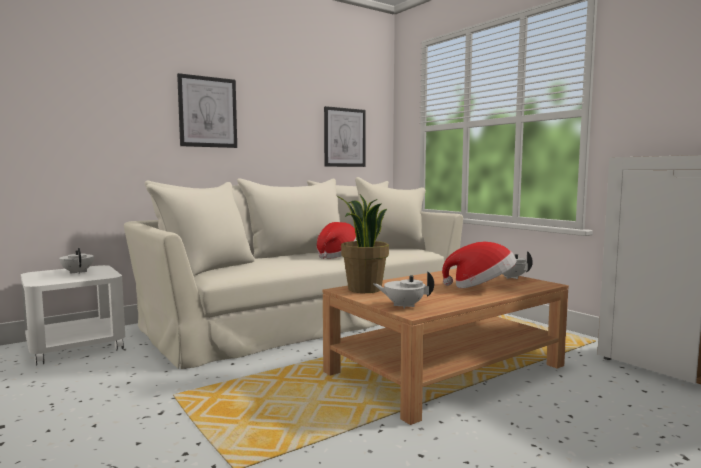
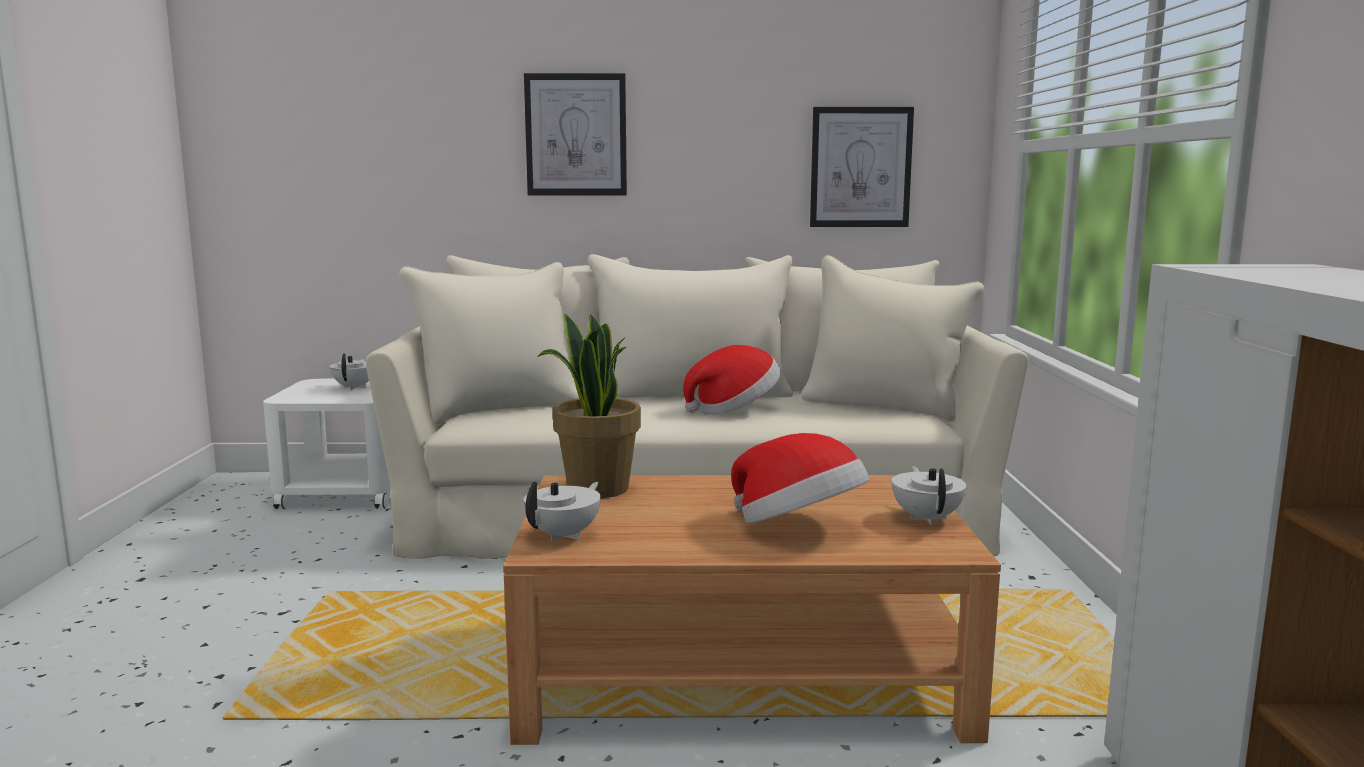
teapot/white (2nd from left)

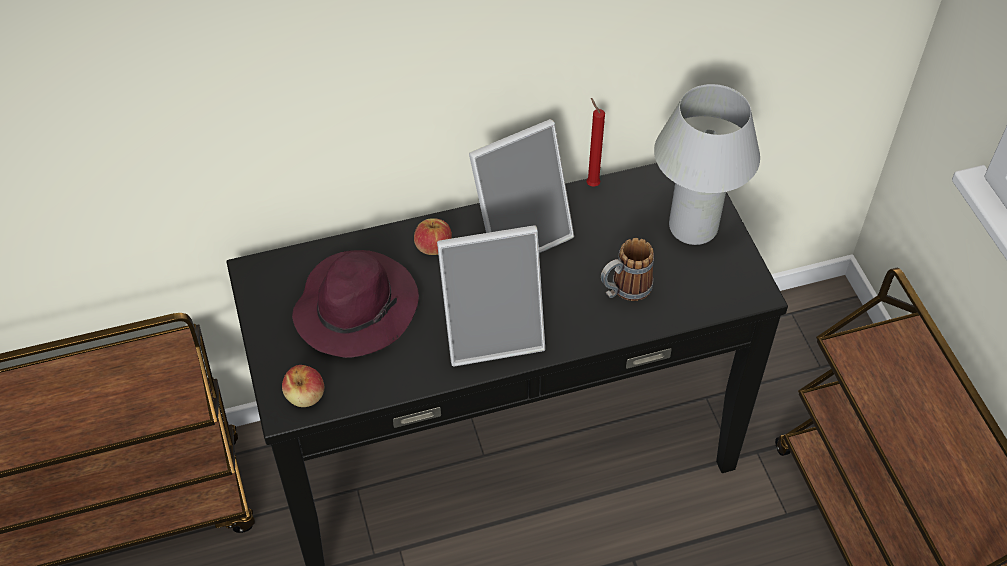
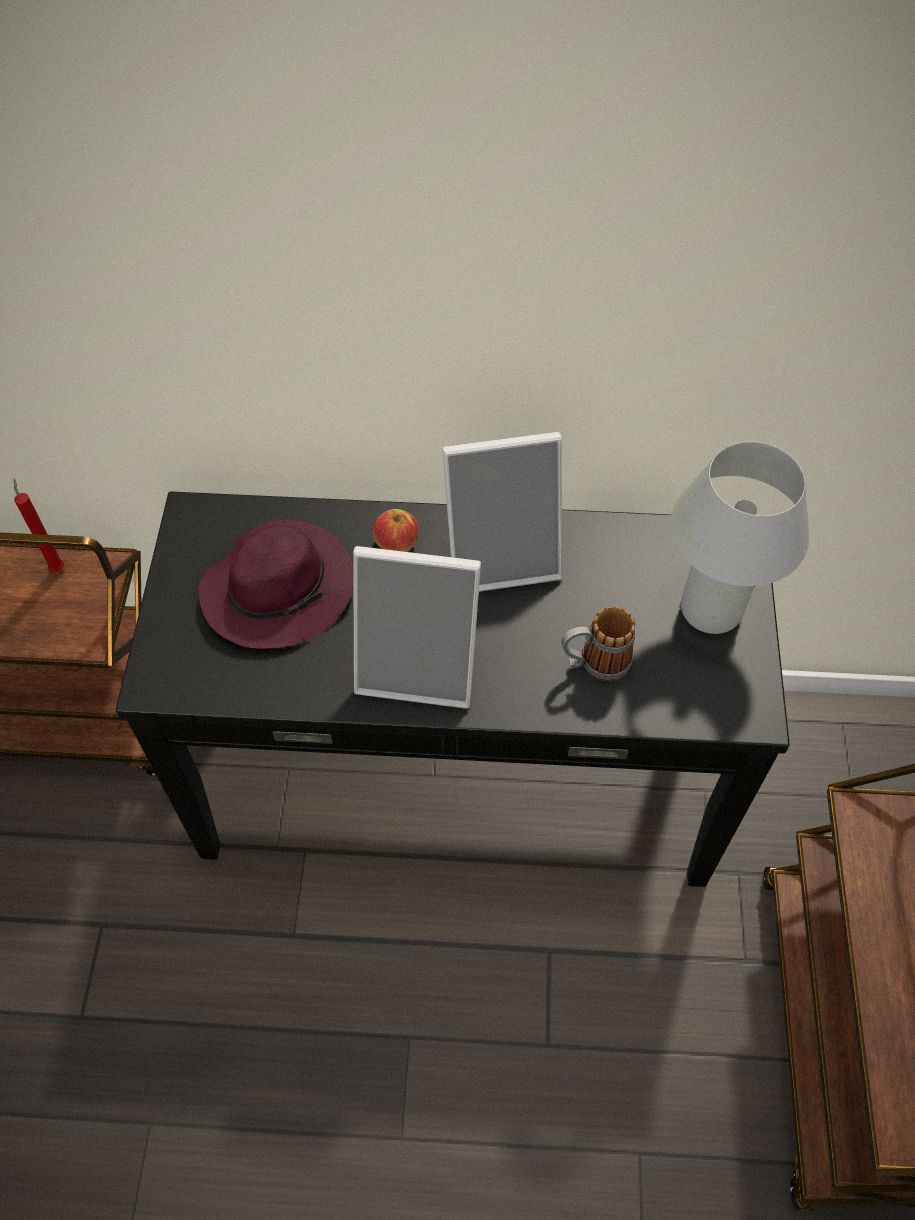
apple (1st from left in the first image)
candle/red

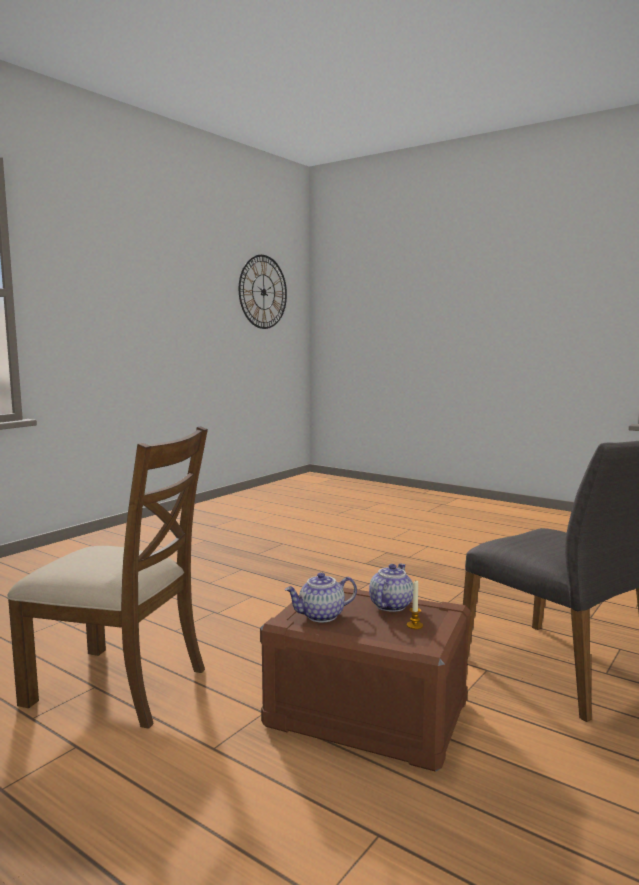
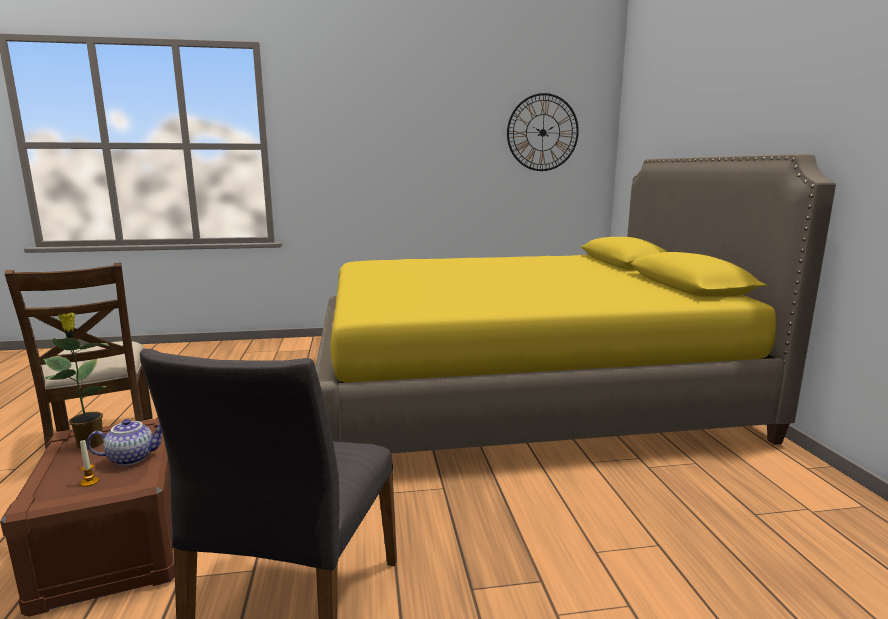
bed/yellow
potted plant

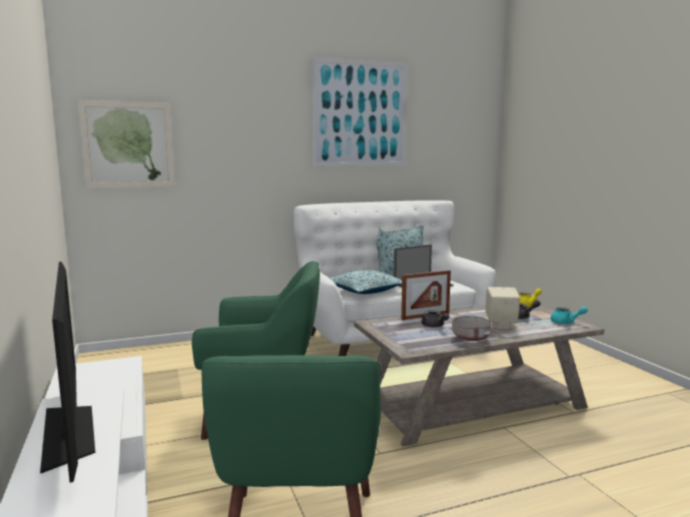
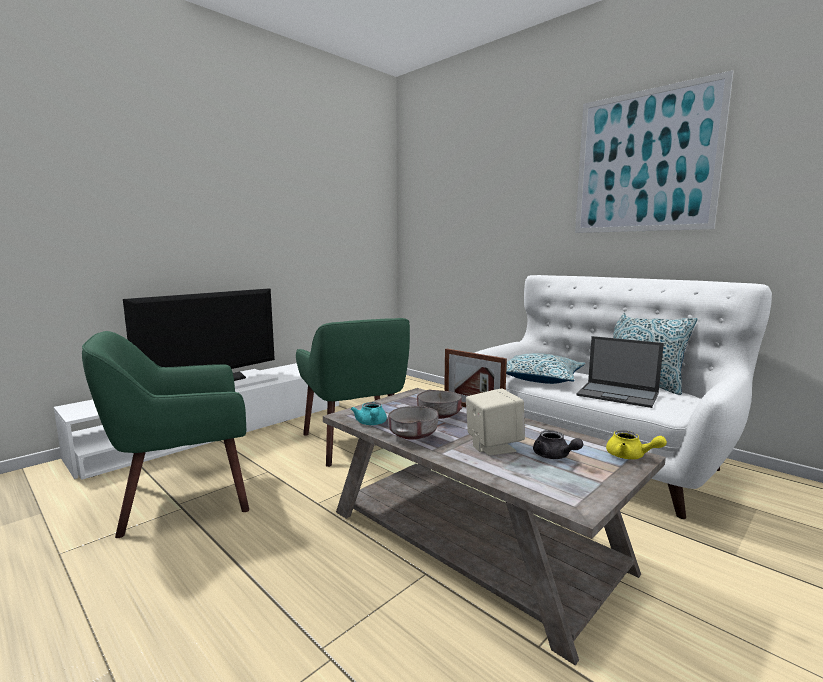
picture (1st from left in the first image)
teapot/turquoise
bowl/grey (2nd from left)

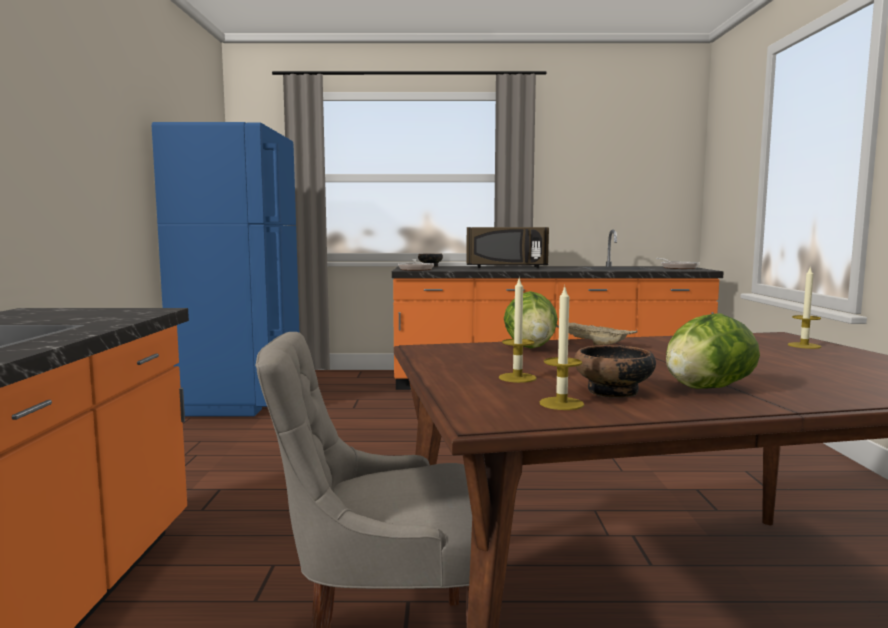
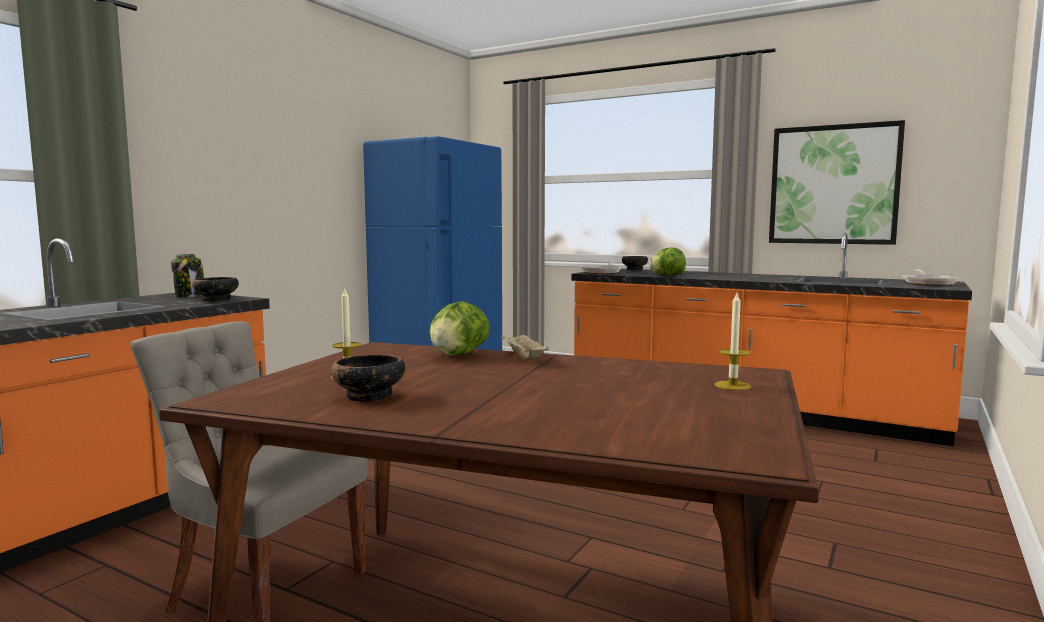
microwave/brown
candle (2nd from left in the first image)
jar
bowl (1st from left)
picture
lettuce (2nd from left)

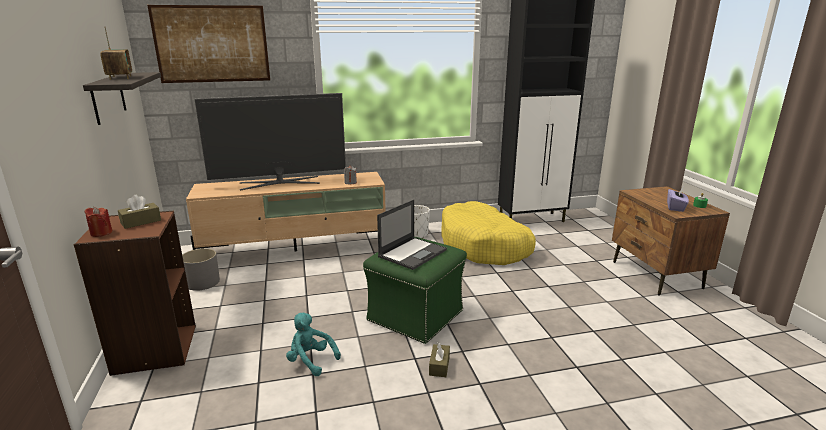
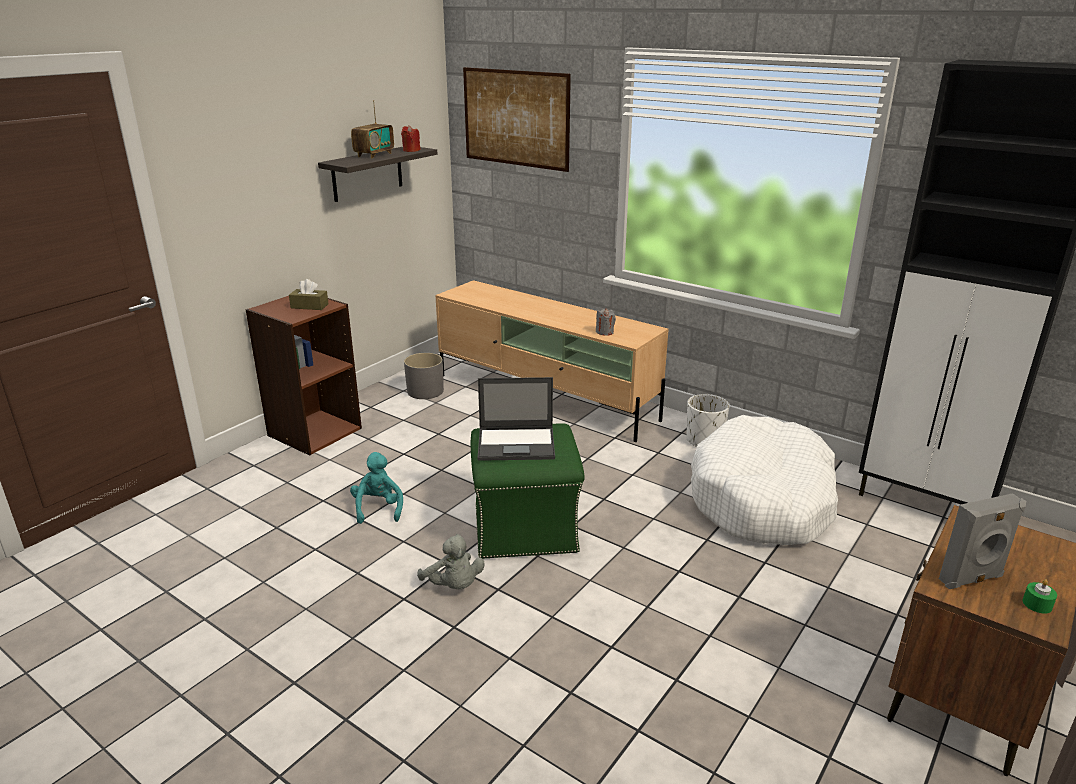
television
candle/red
plush toy/grey
speaker/grey
dog bed/white

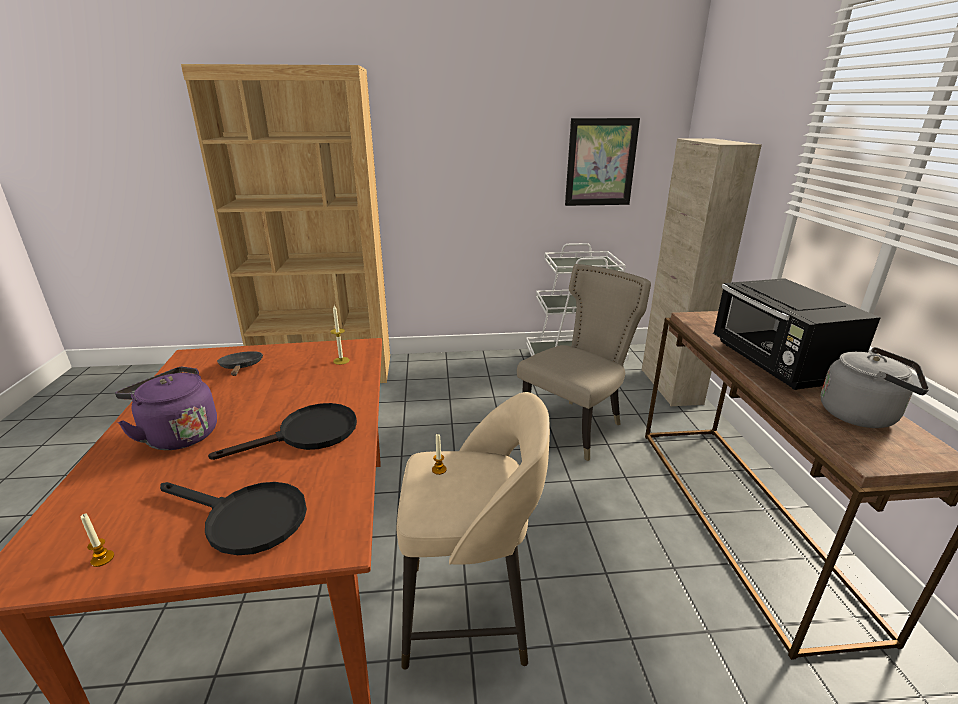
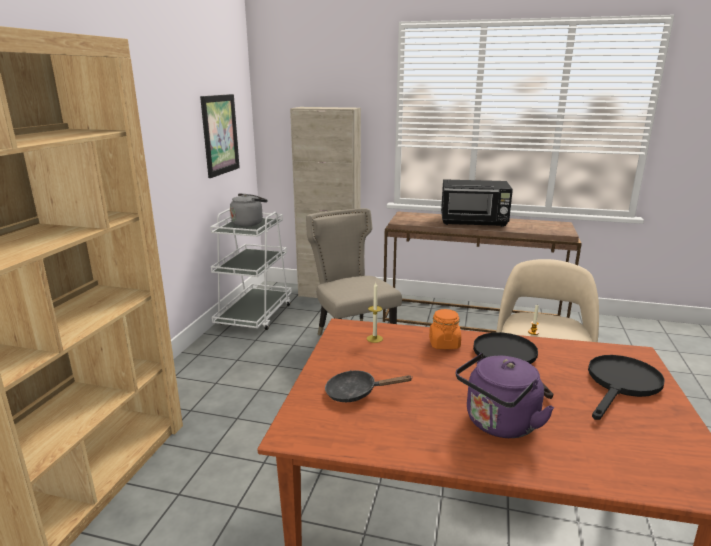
candle (1st from left in the first image)
jar/orange
kettle/grey

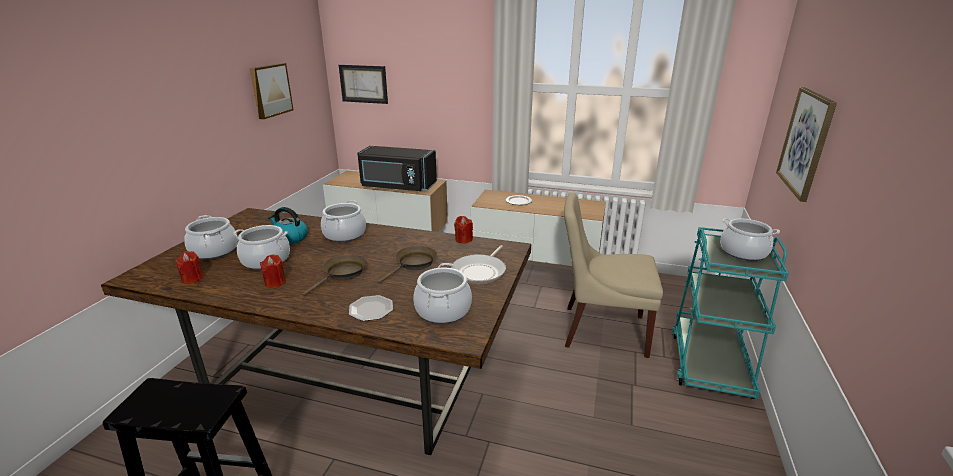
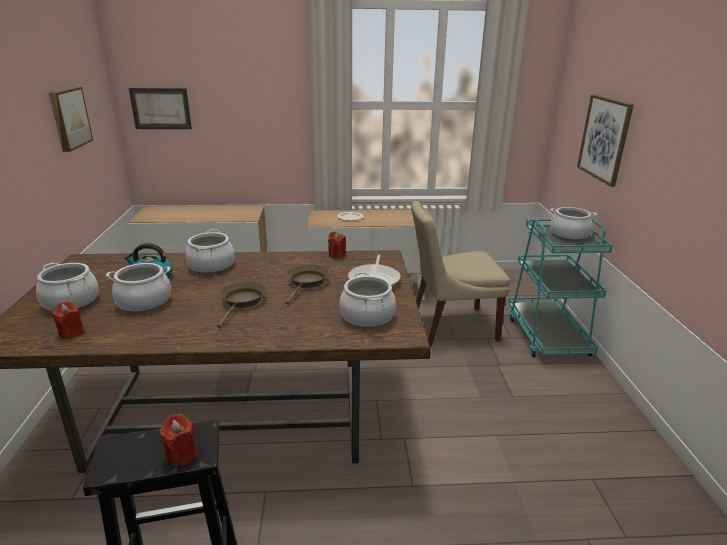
plate (1st from left in the first image)
microwave/black
candle/red (2nd from left)

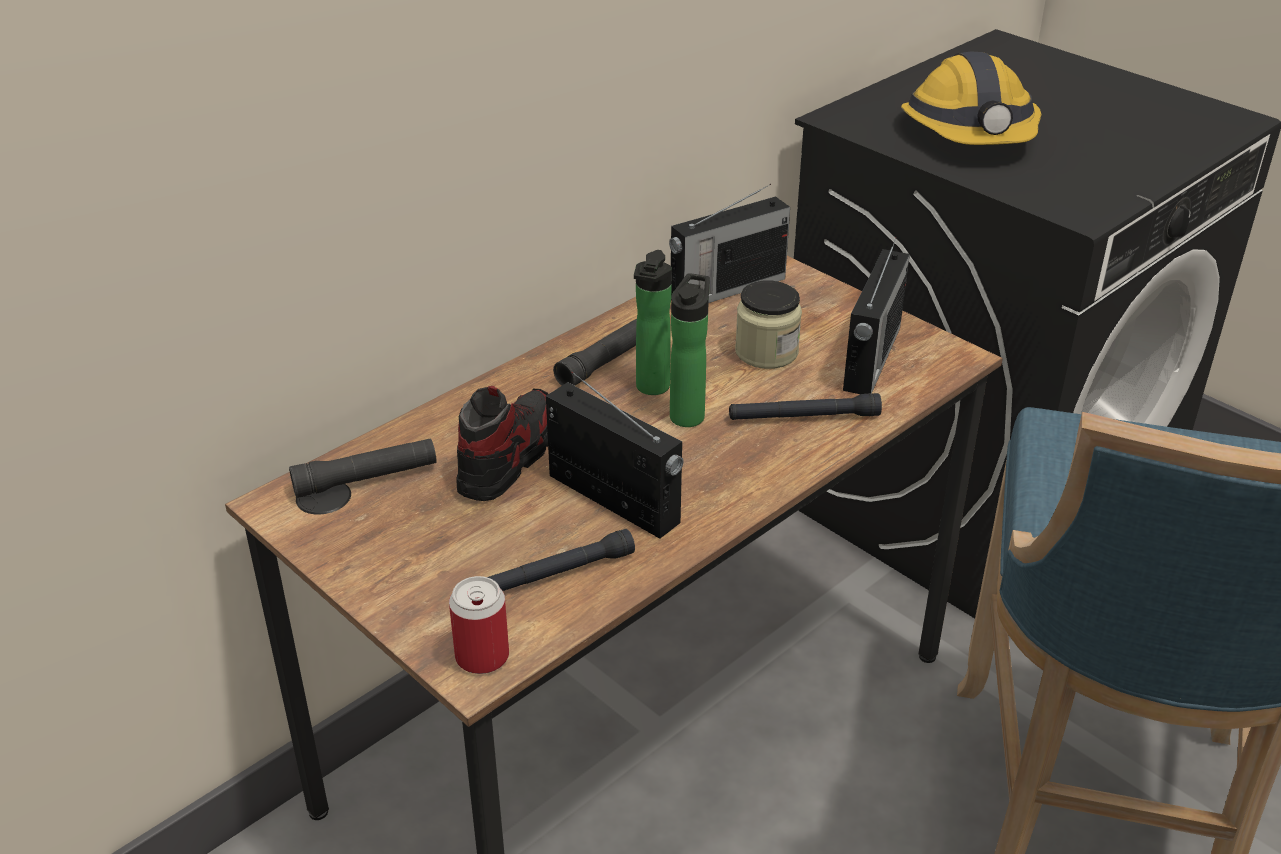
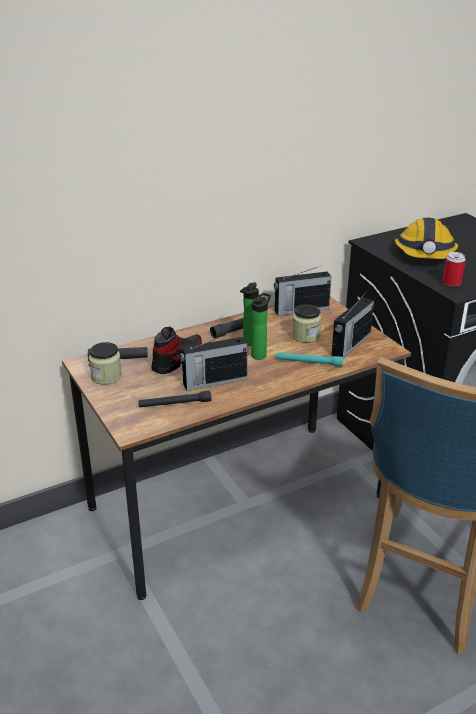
jar (1st from left)
can
flashlight/turquoise
radio (1st from left)

